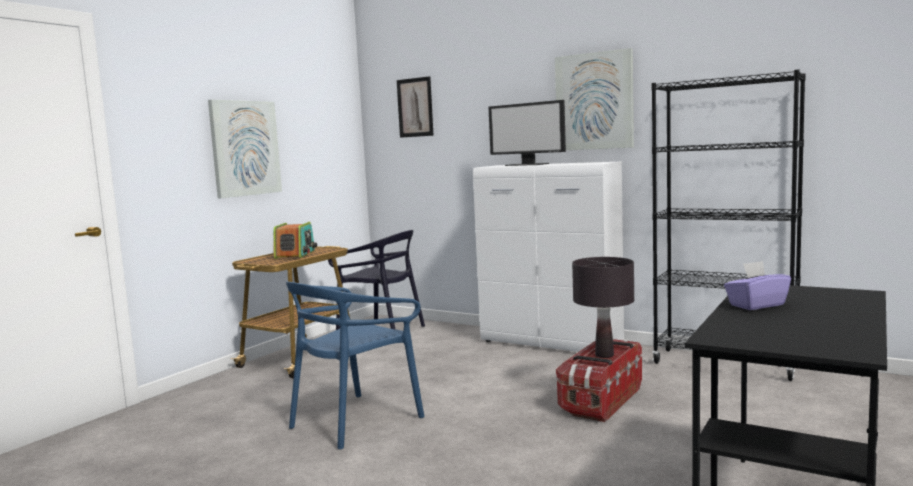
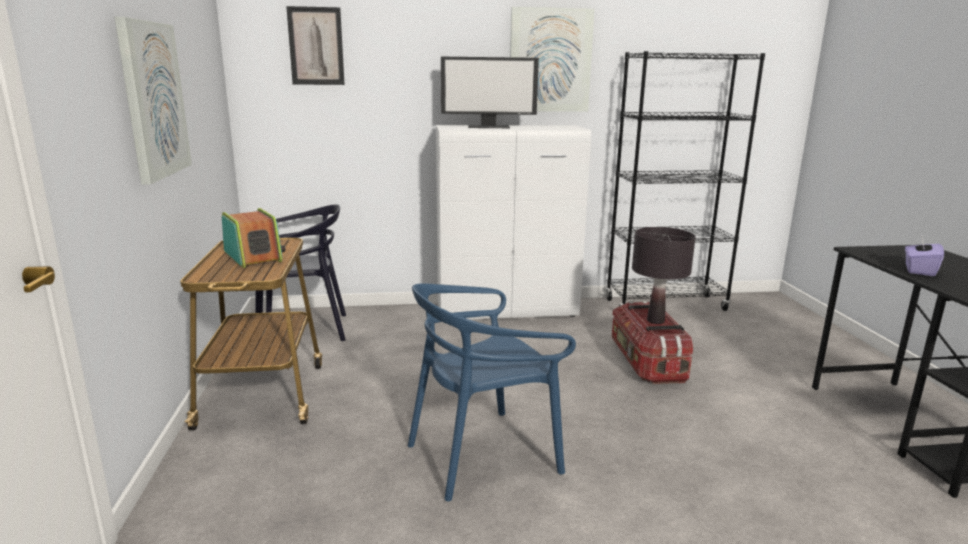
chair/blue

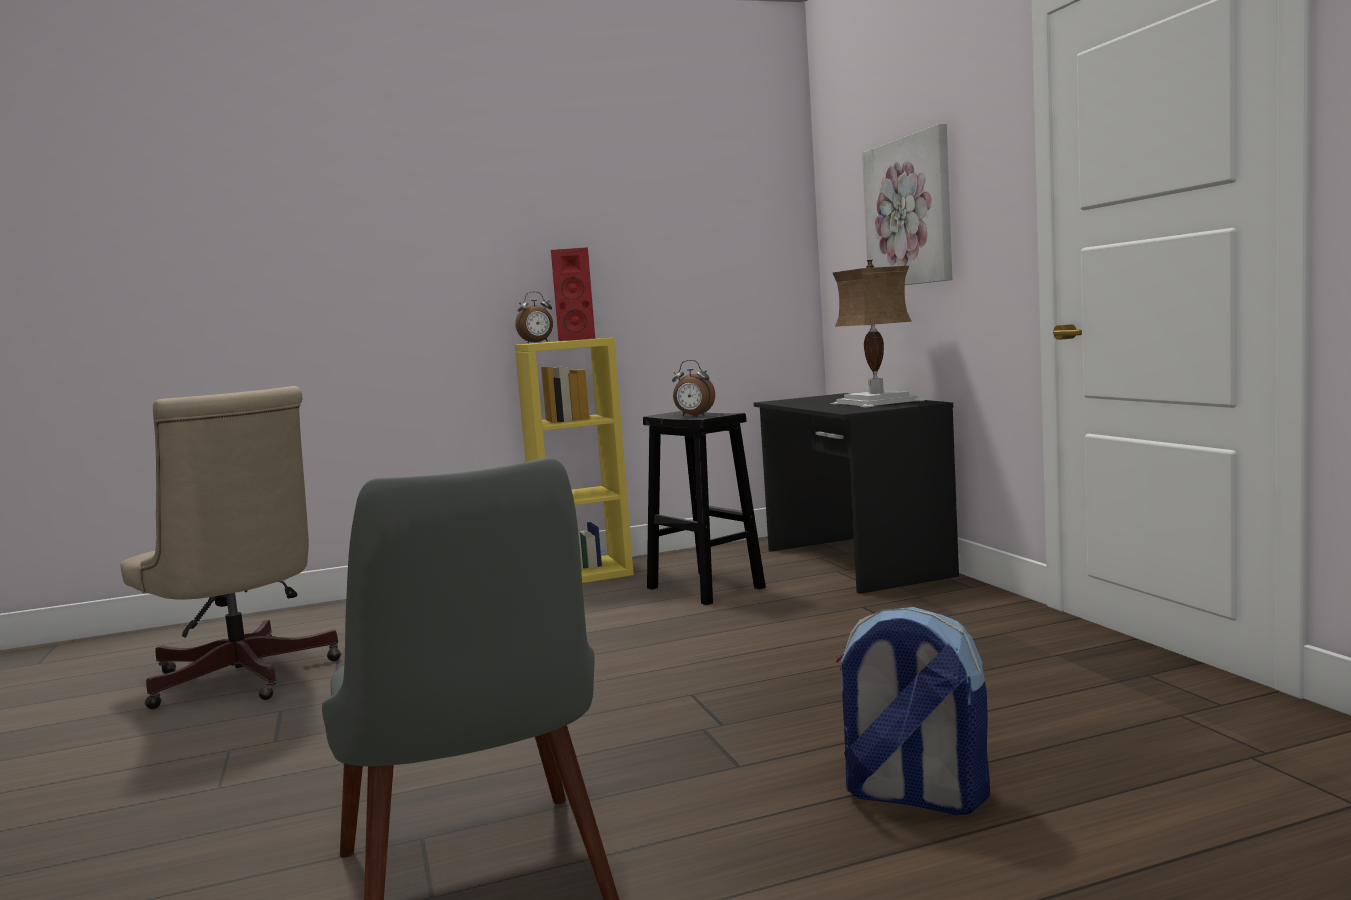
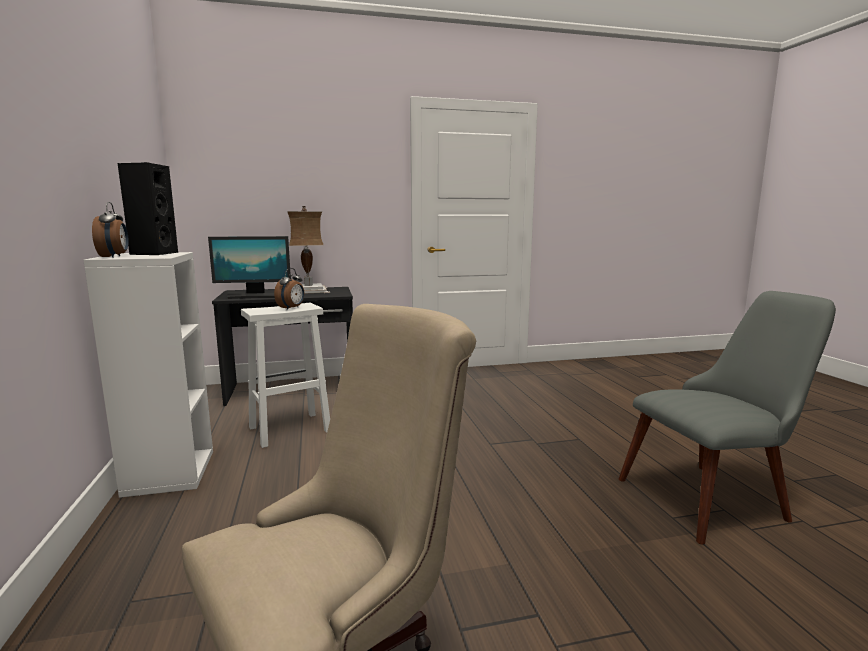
backpack
picture
monitor
bookcase/white
speaker/black
stool/white

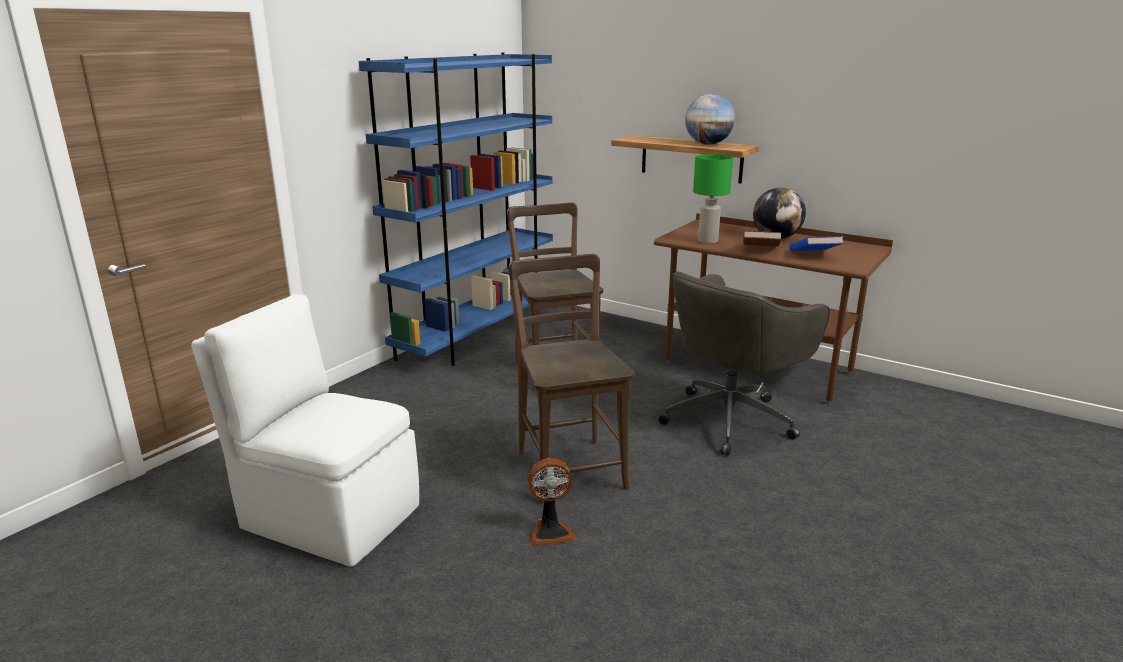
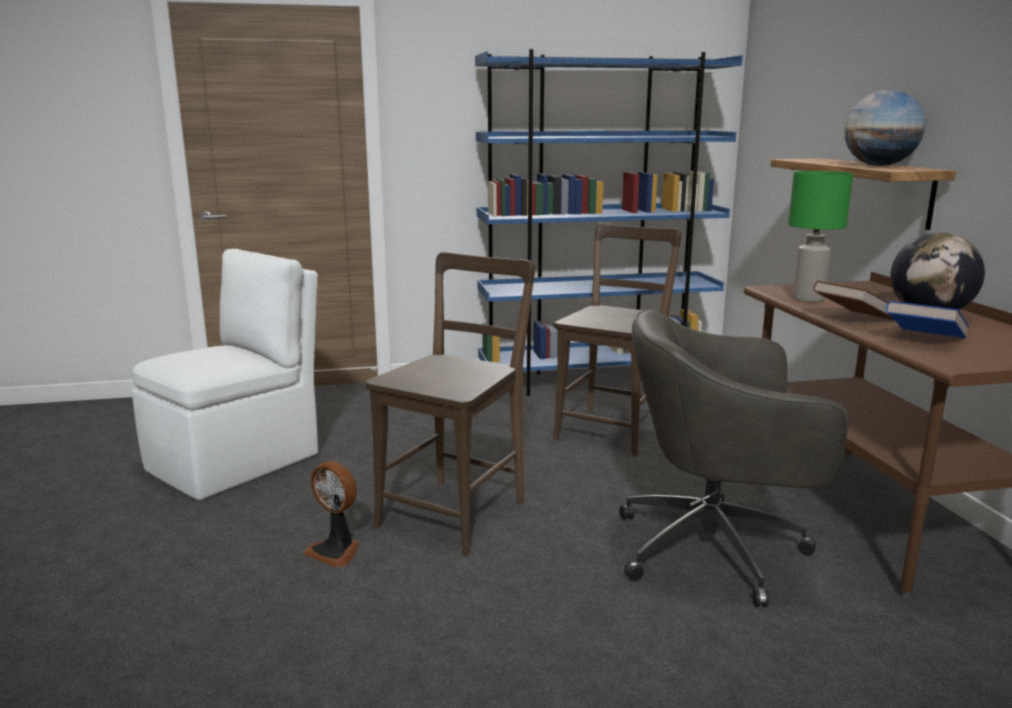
chair/white

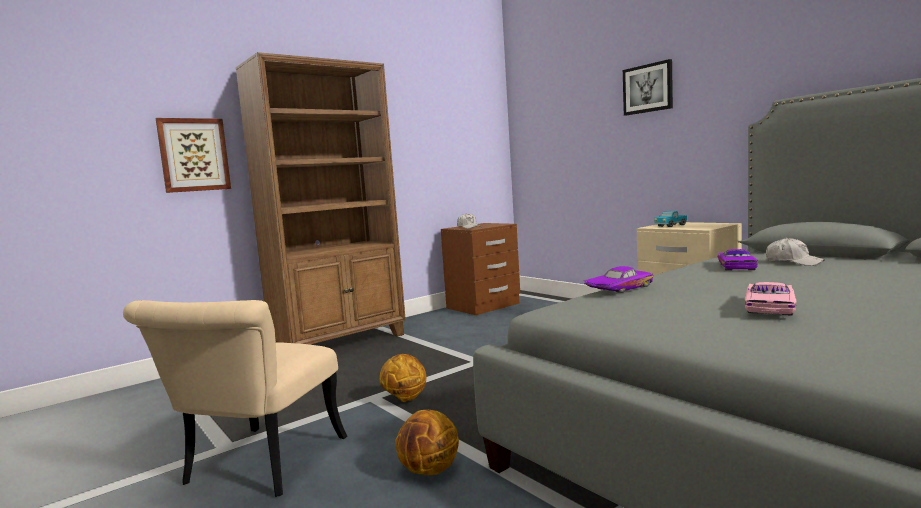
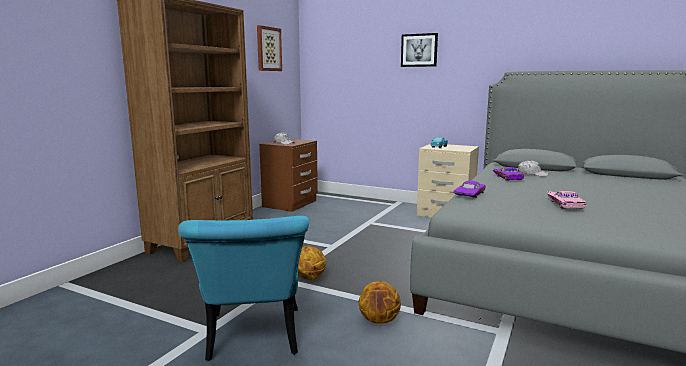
picture (1st from left)
chair/turquoise

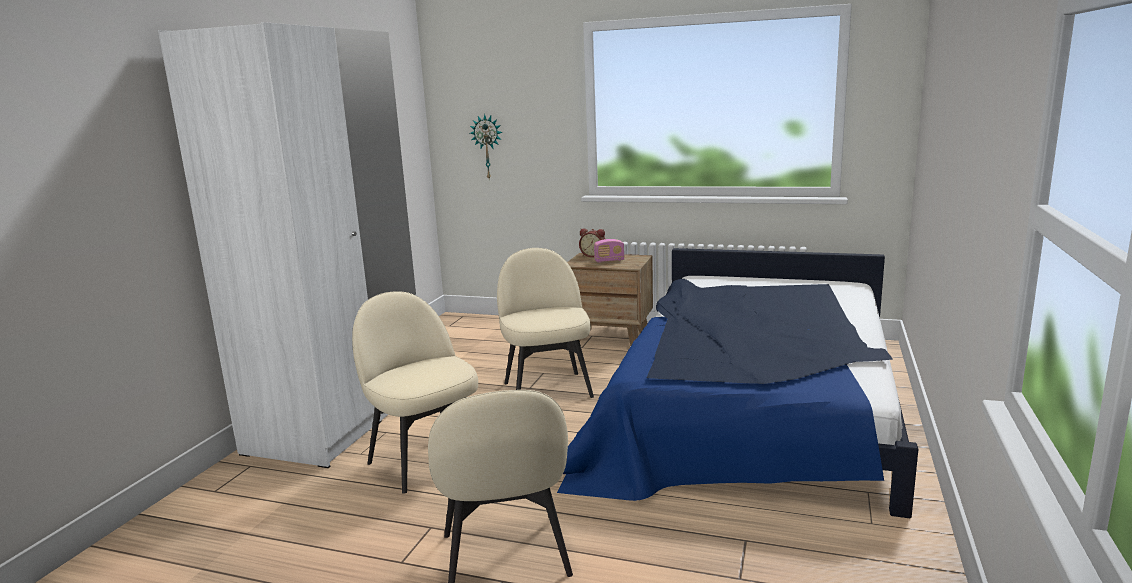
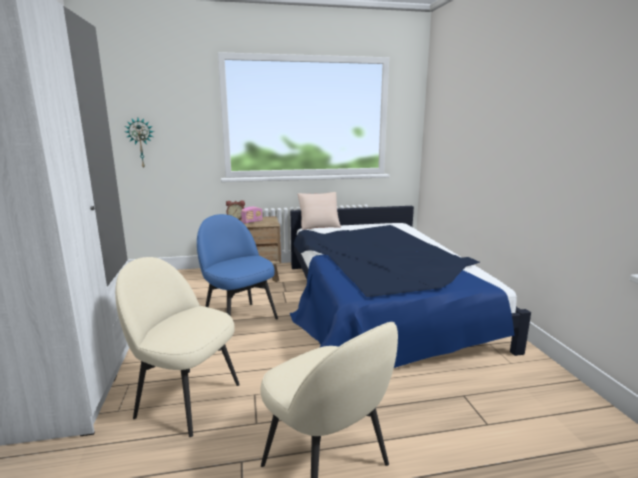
pillow/beige
chair/blue

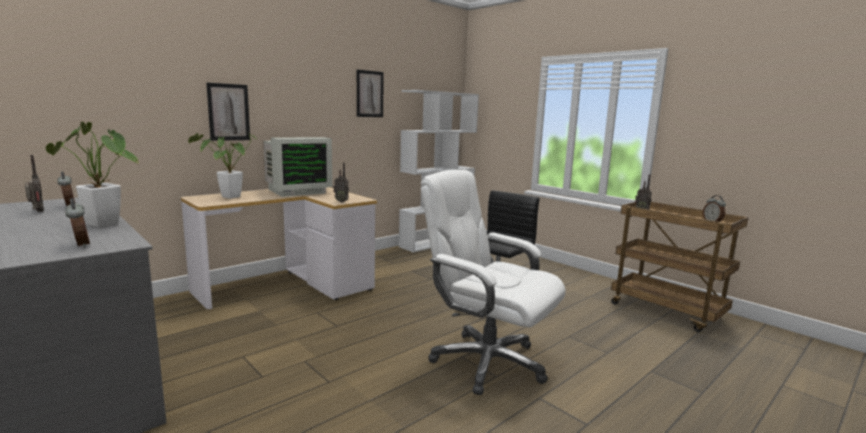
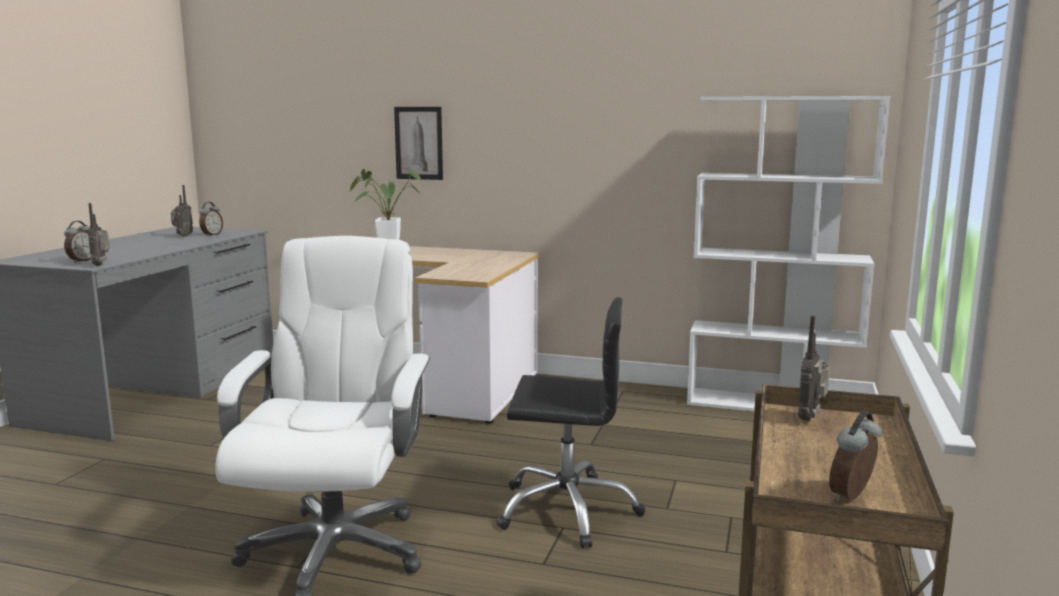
potted plant (1st from left in the first image)
monitor
picture (2nd from left in the first image)
radio (1st from left)

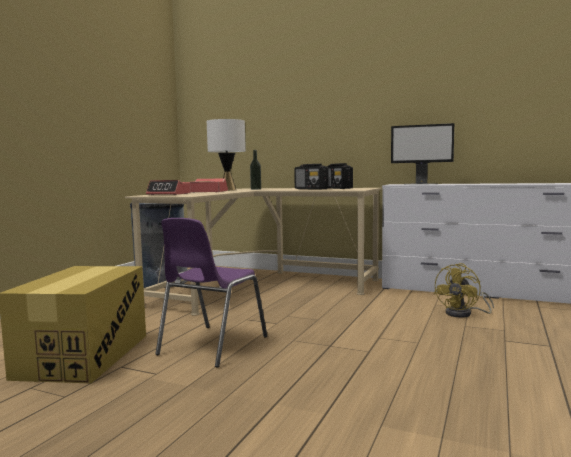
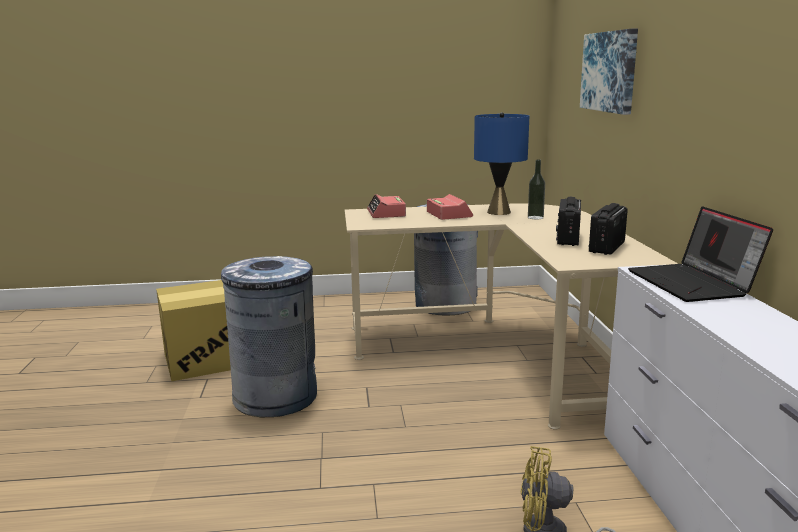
picture
trash can/grey (1st from left)
laptop
table lamp/blue

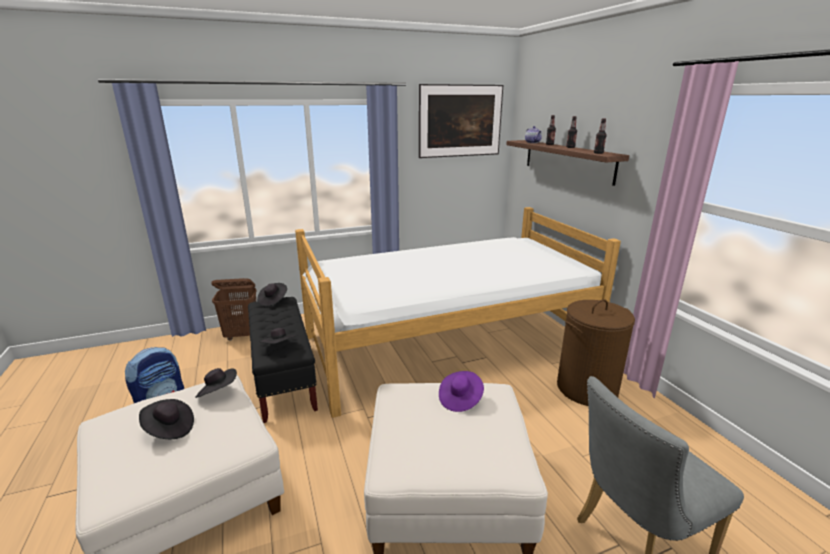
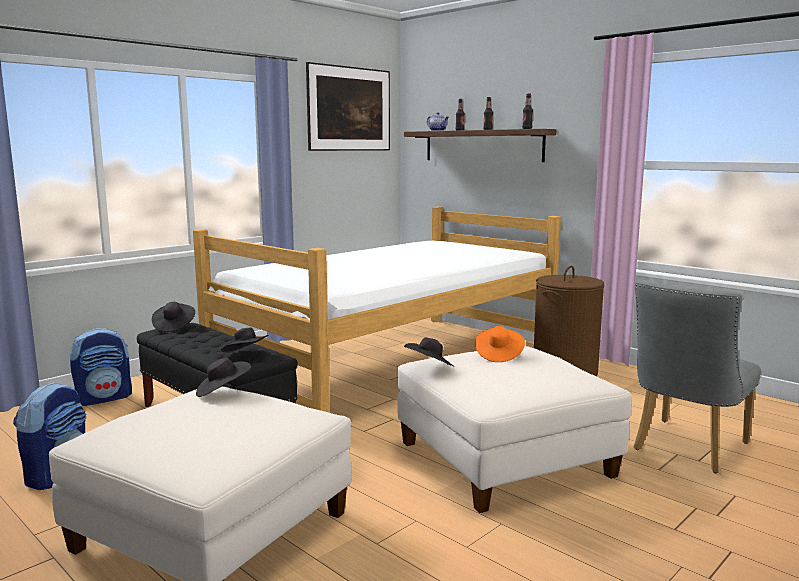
hat/black (4th from left)
backpack (2nd from left)
hat/orange

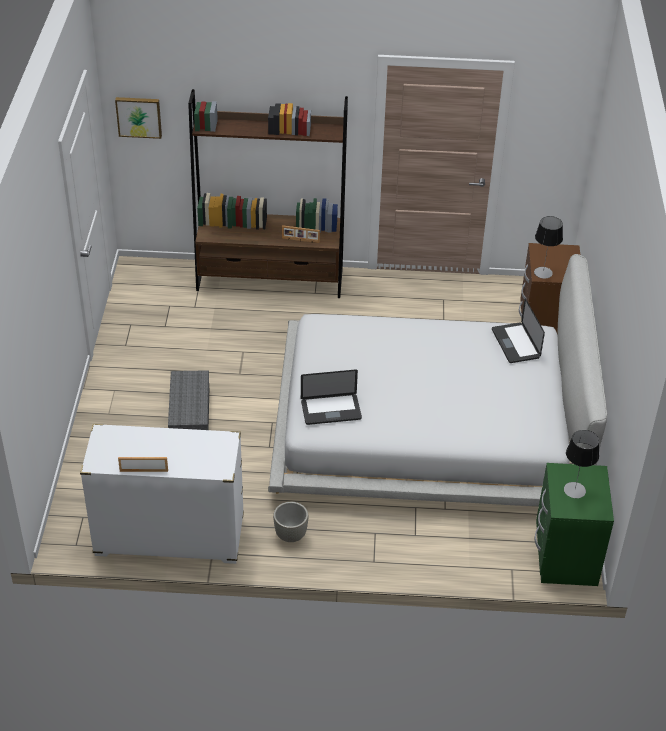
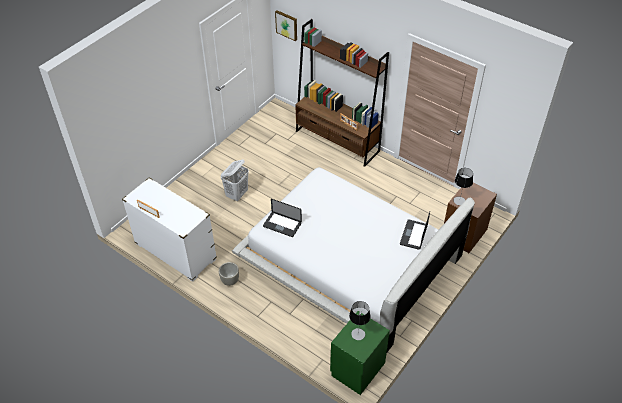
laundry basket/white

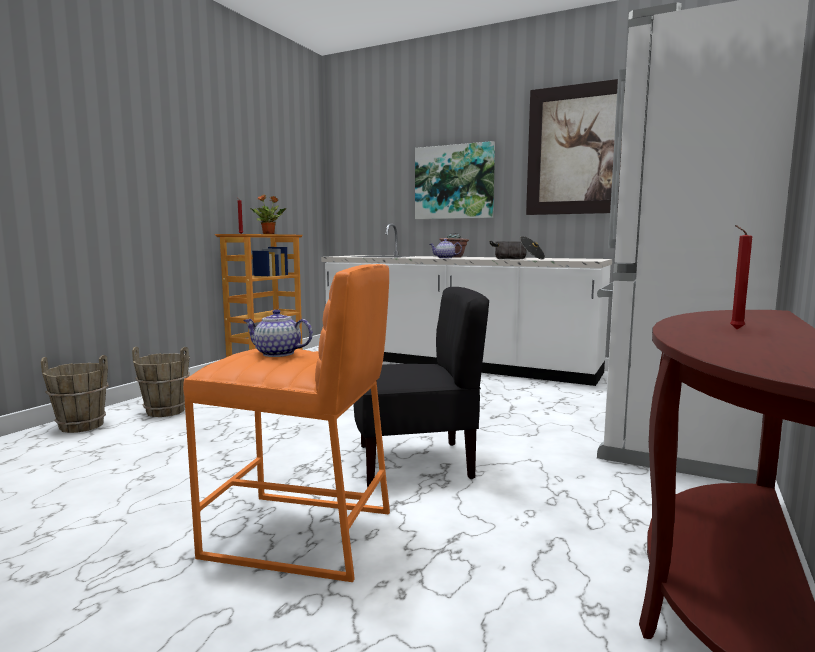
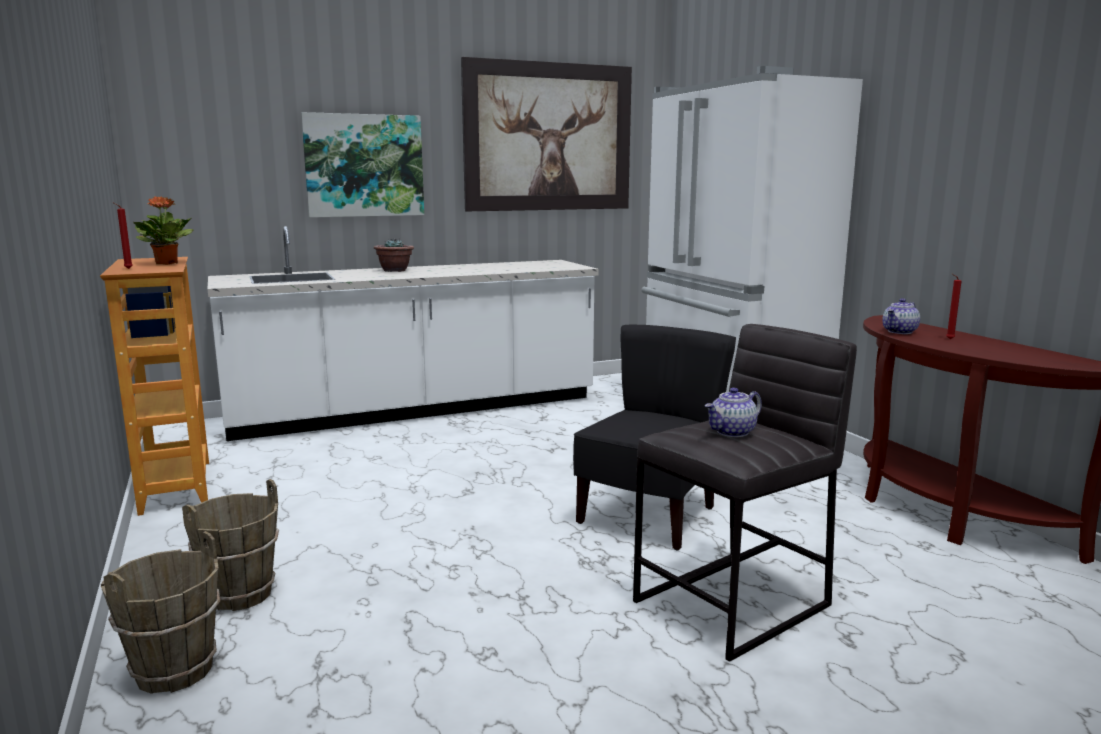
cooking pot
teapot (2nd from left)
stool/grey

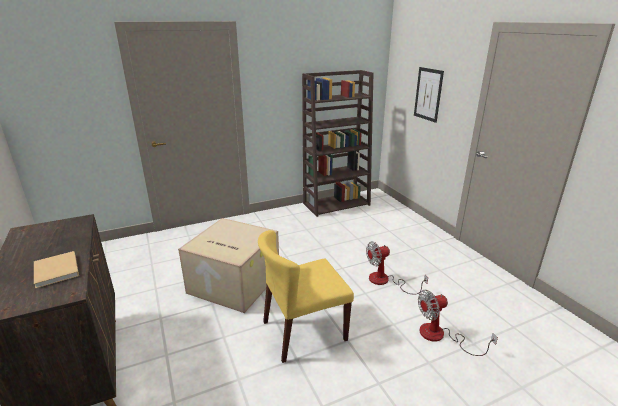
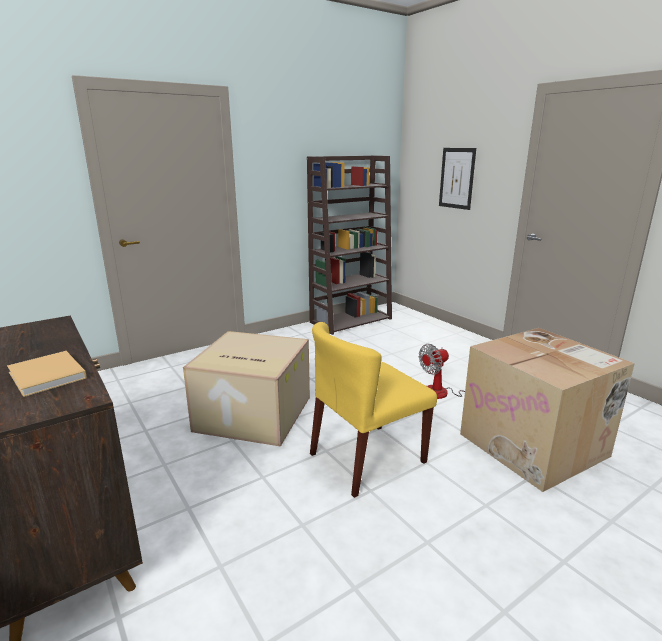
cardboard box (2nd from left)

